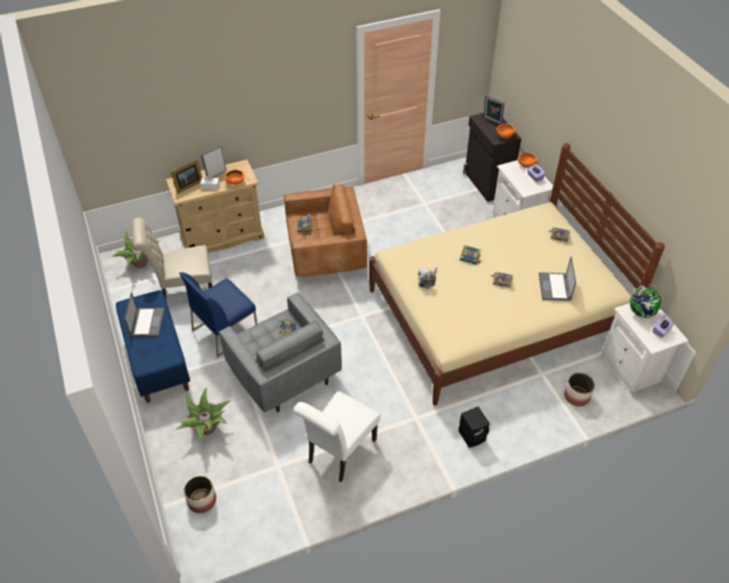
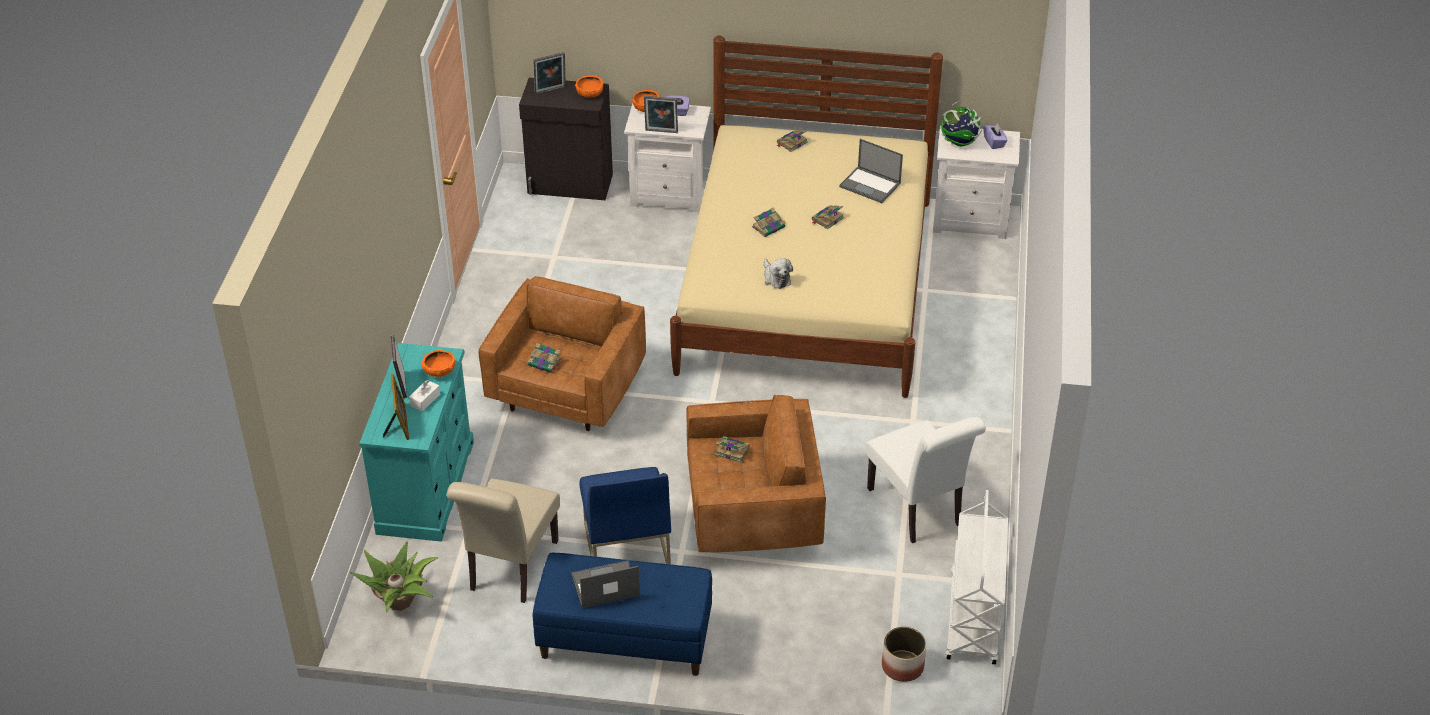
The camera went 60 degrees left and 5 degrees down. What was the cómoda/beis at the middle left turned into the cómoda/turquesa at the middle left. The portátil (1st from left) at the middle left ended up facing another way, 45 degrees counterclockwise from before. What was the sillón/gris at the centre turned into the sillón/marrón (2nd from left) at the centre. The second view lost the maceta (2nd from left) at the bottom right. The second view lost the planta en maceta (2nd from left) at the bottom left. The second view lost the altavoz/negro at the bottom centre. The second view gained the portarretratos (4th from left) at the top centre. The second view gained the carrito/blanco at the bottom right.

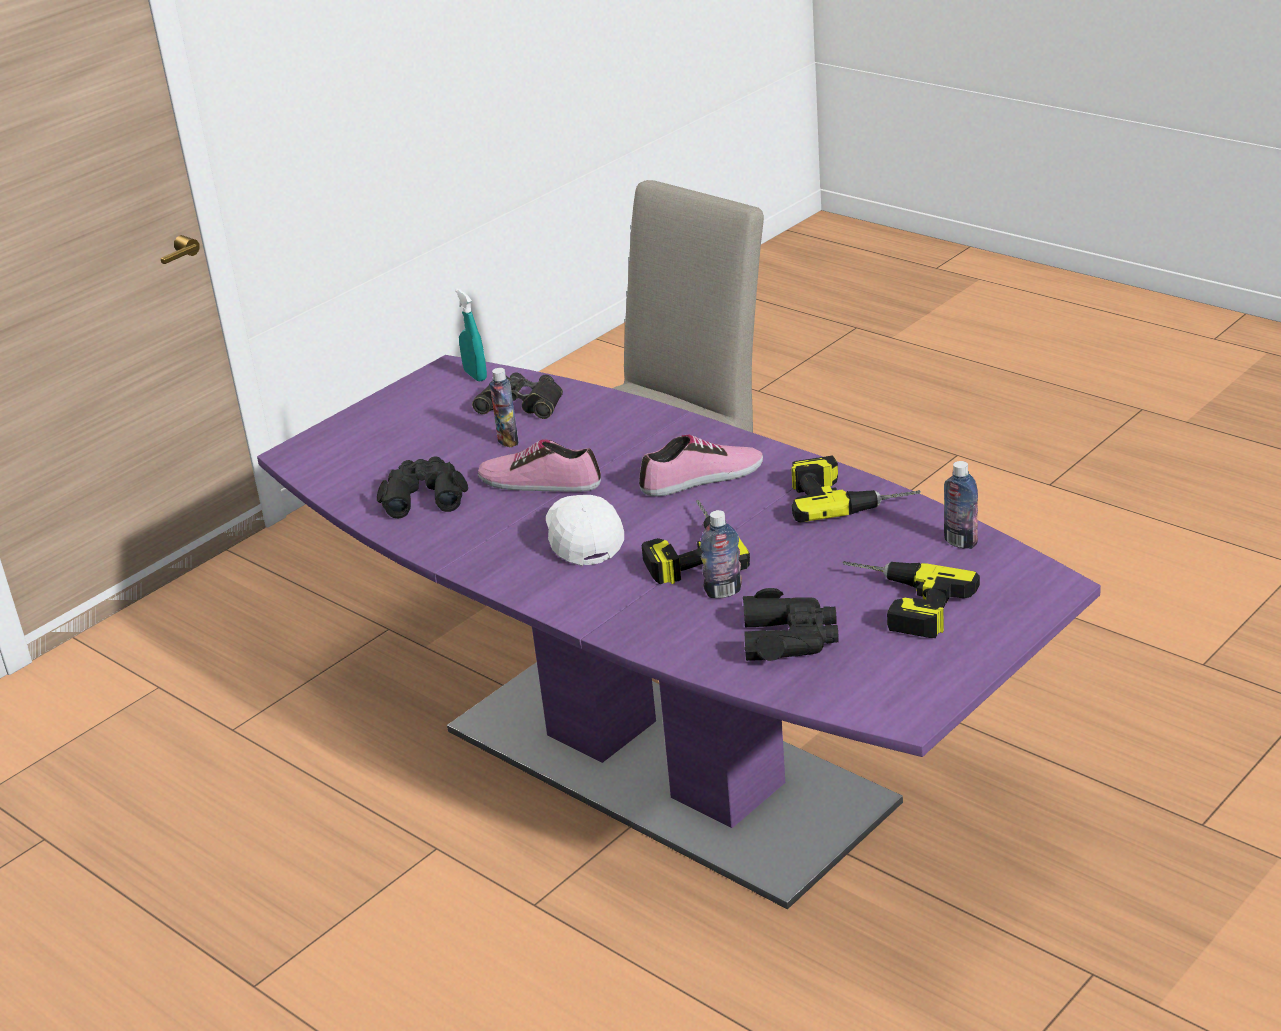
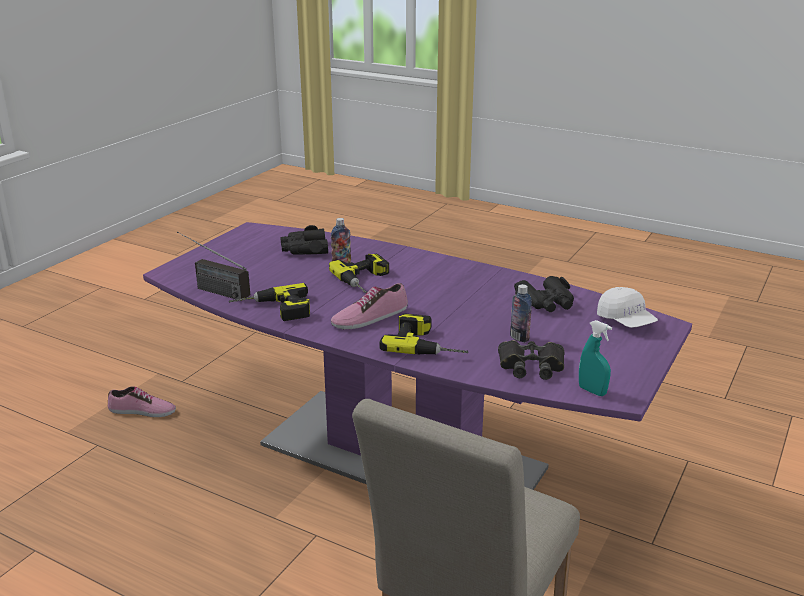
The camera went 165 degrees right and 5 degrees down. The zapato (1st from left) ended up elsewhere, having gone from the centre to the bottom left. Where the botella (3rd from left) stood at the middle right, the radio came to stand at the middle left. The gorra/blanco ended up elsewhere, having gone from the centre to the middle right. The taladro (3rd from left) ended up elsewhere, having gone from the middle right to the centre.

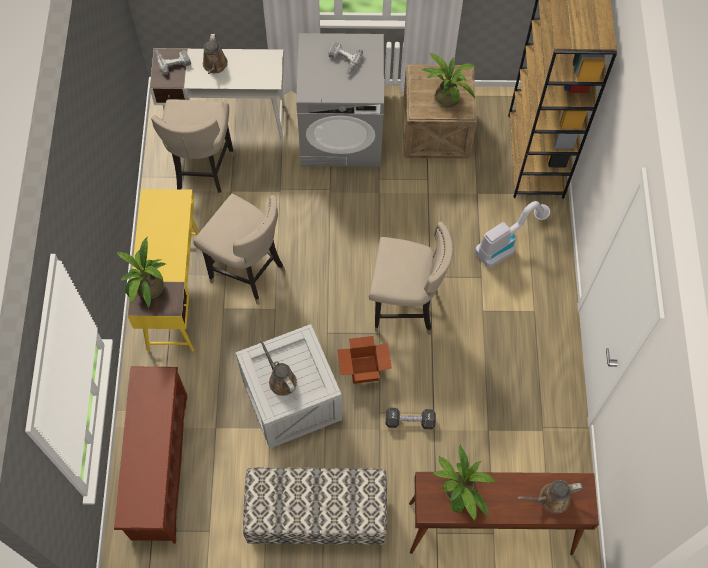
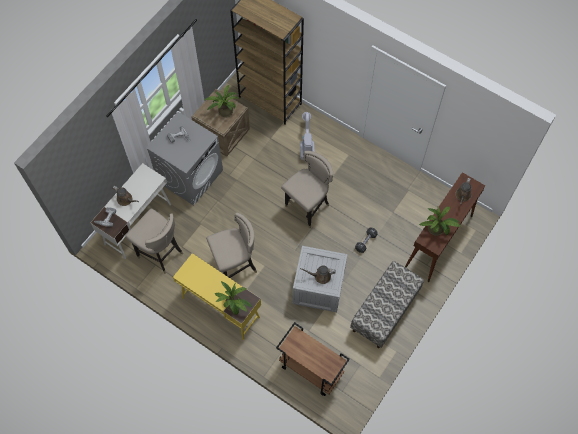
The camera went 55 degrees left and 0 degrees up. The second view lost the caja de cartón at the centre. Where the zapatero/marrón stood at the bottom left, the carrito/marrón came to stand at the bottom centre.

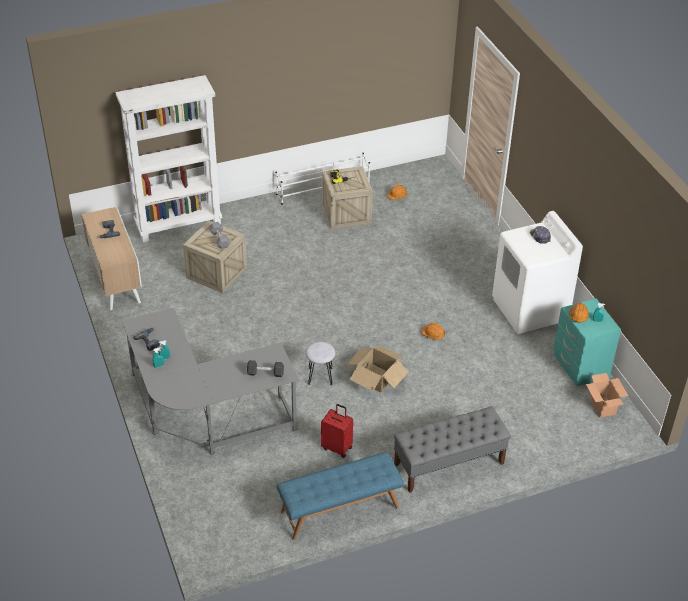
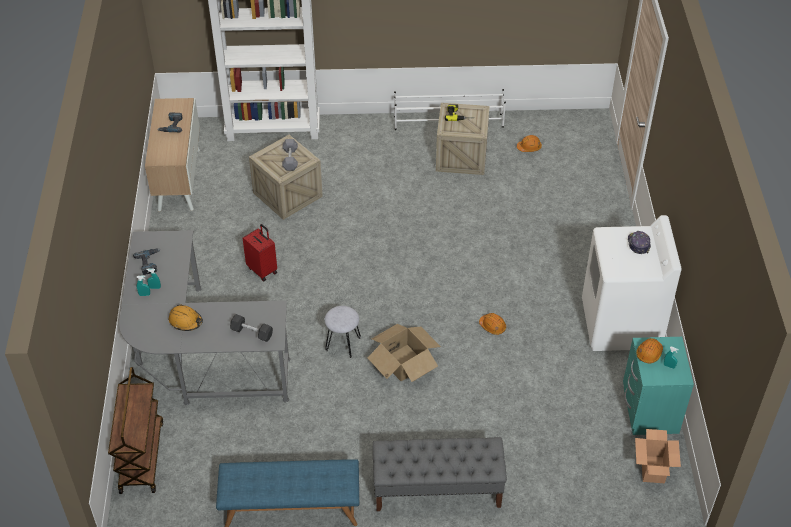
The camera went 20 degrees right and 5 degrees up. The maleta/rojo ended up elsewhere, having gone from the bottom centre to the middle left. The second view gained the casco/naranja (1st from left) at the middle left. The second view gained the carrito/marrón at the bottom left.

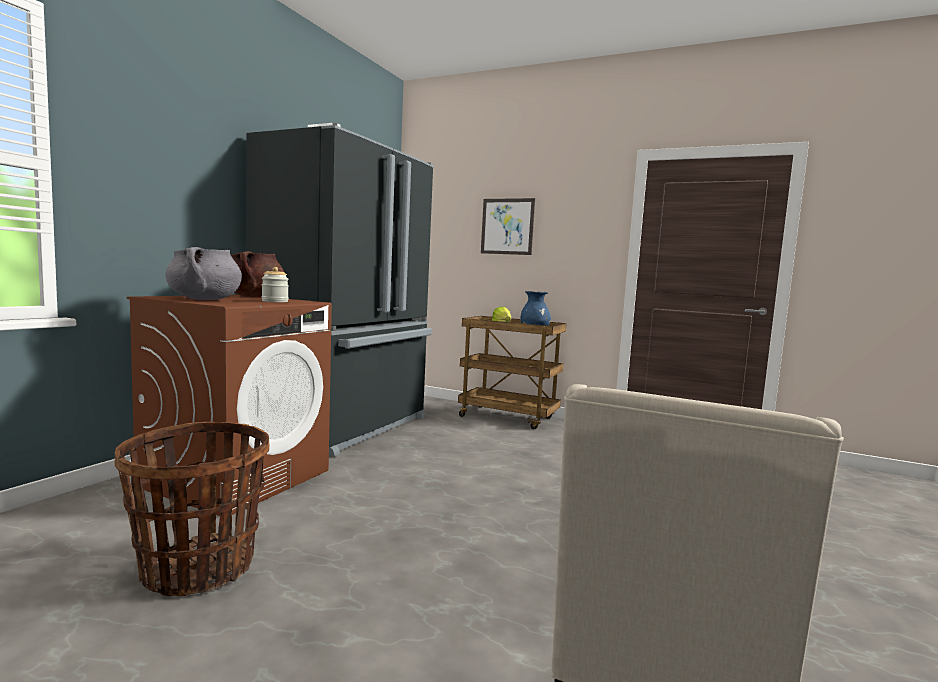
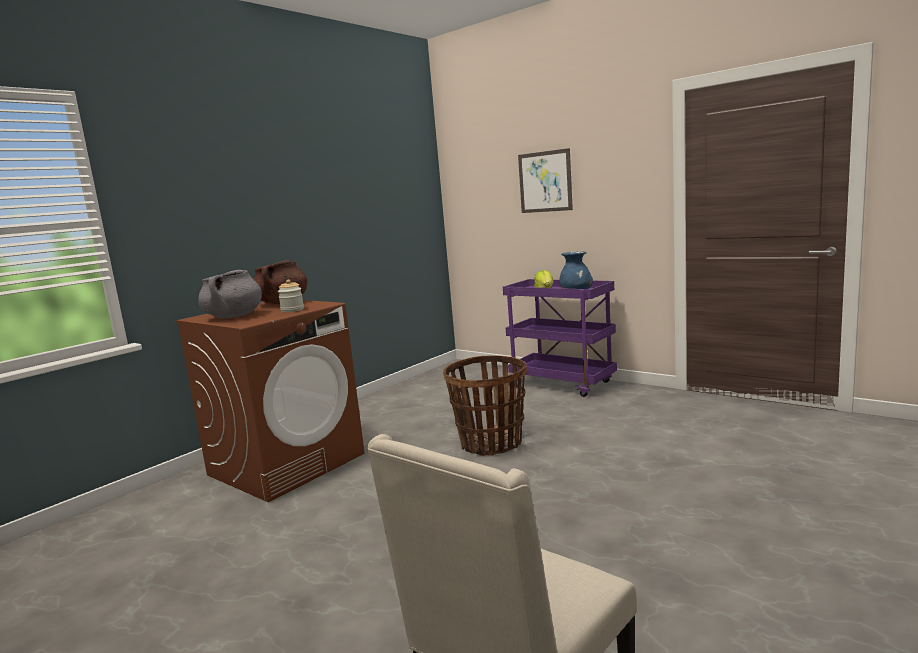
The camera went 15 degrees right and 5 degrees up. The second view lost the nevera/negro at the centre. What was the carrito/marrón at the centre turned into the carrito/morado at the centre. The cesta ended up elsewhere, having gone from the bottom left to the centre.

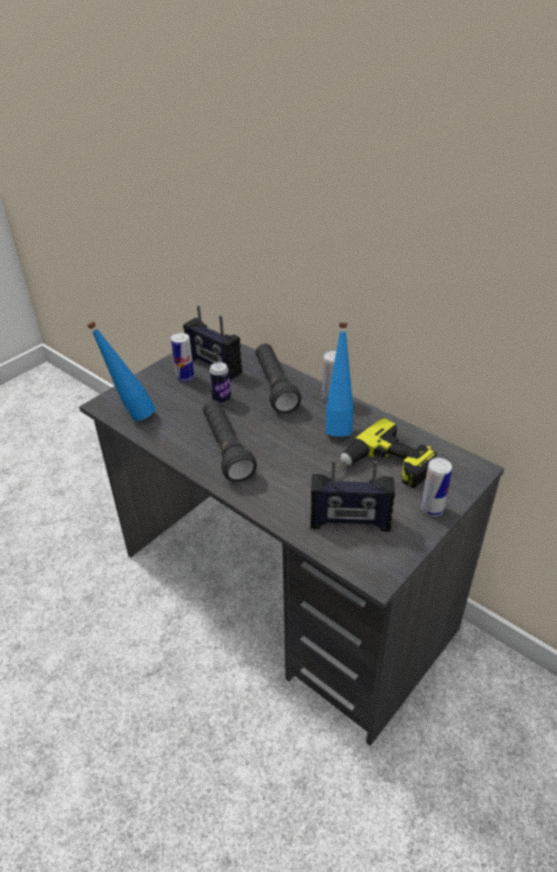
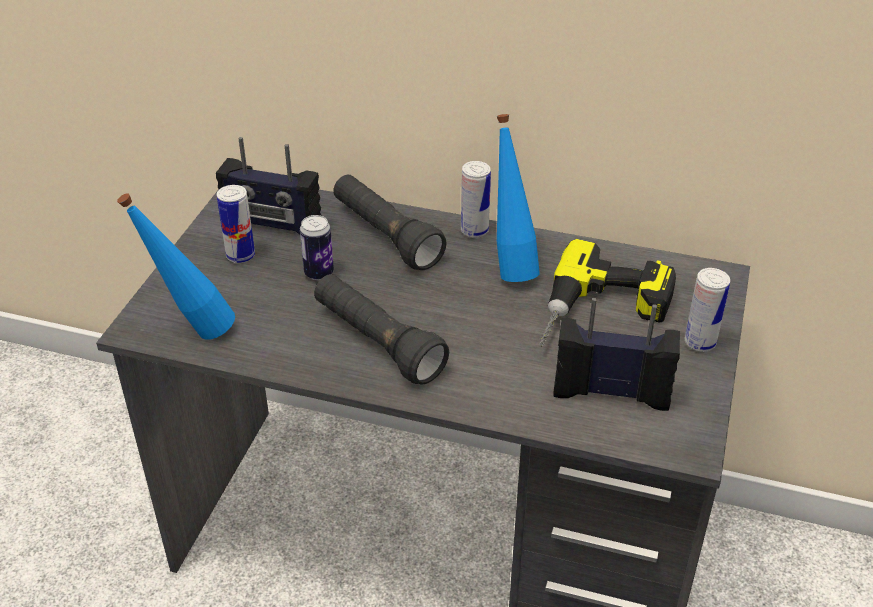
The camera went 25 degrees left and 0 degrees up. The radio (2nd from left) at the centre ended up facing another way, 150 degrees counterclockwise from before.

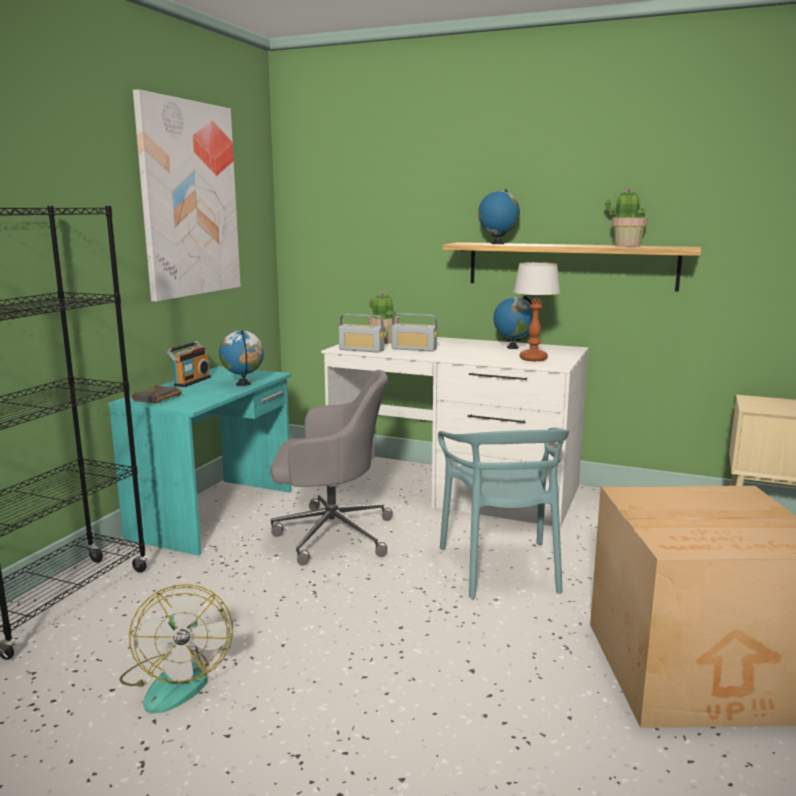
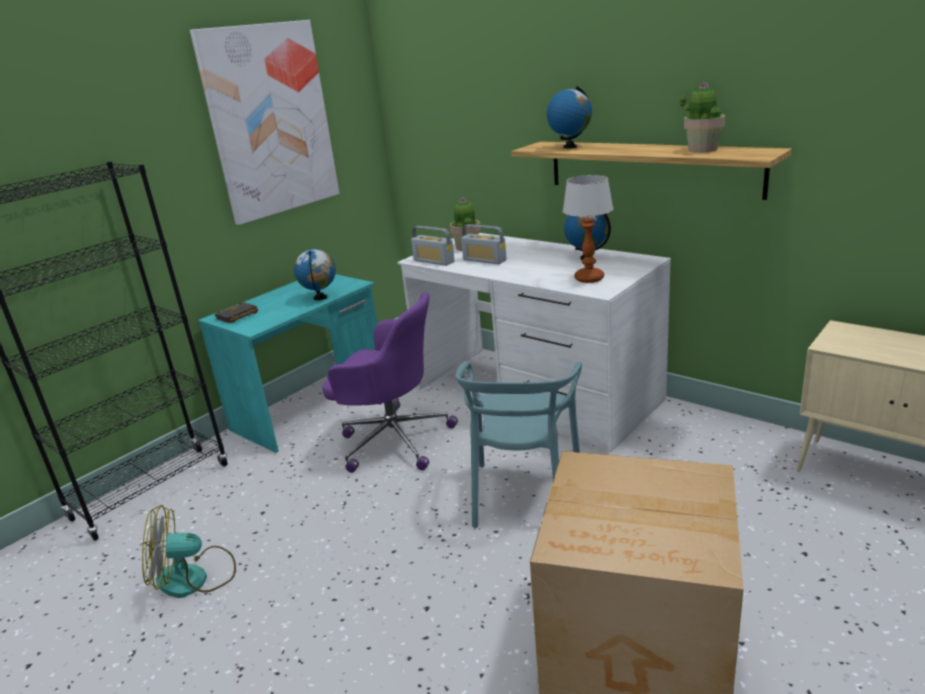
The camera went 20 degrees right and 10 degrees up. The second view lost the radio (1st from left) at the middle left. What was the silla de oficina/gris at the centre turned into the silla de oficina/morado at the centre. The ventilador at the bottom left ended up facing another way, 75 degrees clockwise from before.

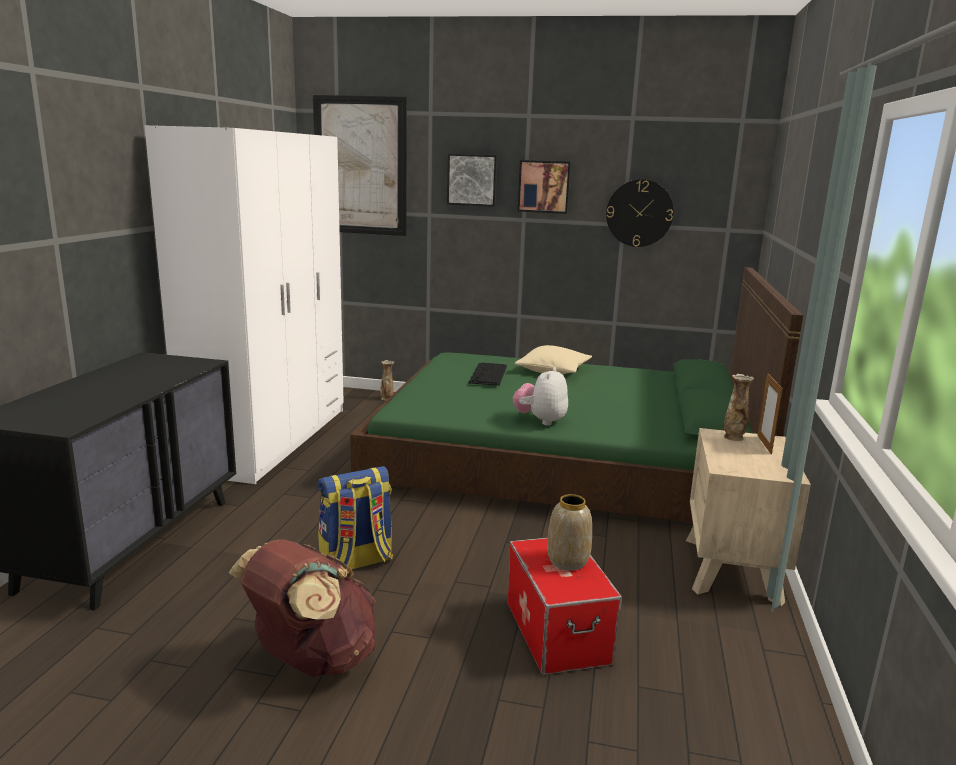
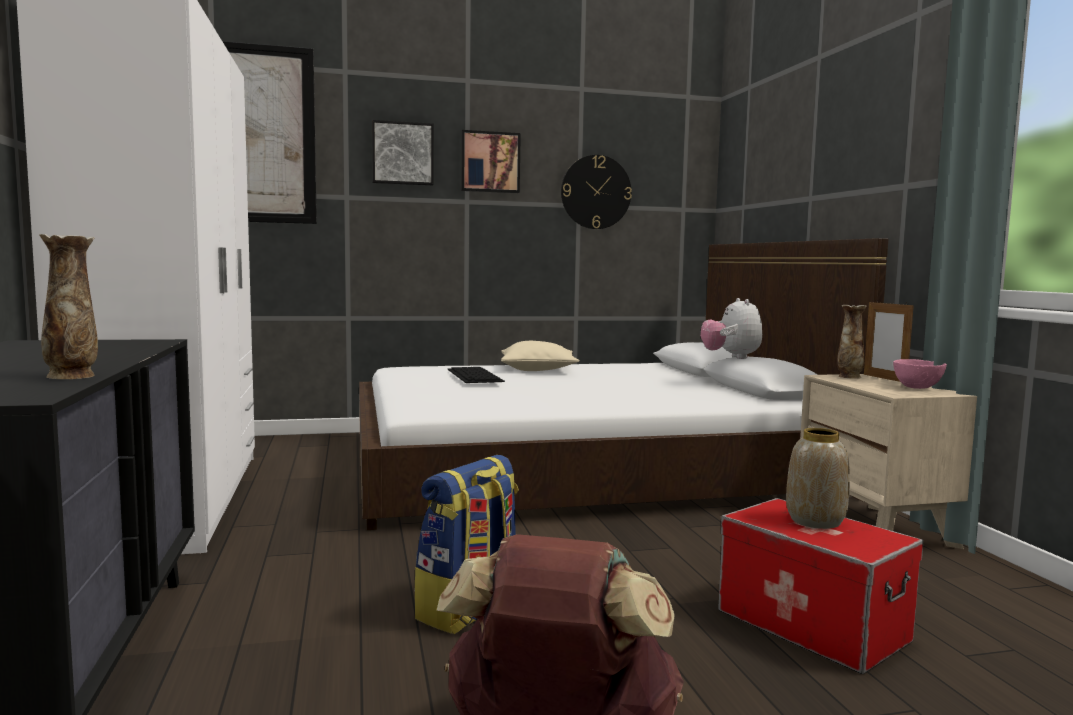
The camera went 25 degrees left and 10 degrees down. What was the cama/verde at the centre turned into the cama/blanco at the centre. The florero (1st from left) ended up elsewhere, having gone from the centre to the middle left. The peluche ended up elsewhere, having gone from the centre to the middle right. The second view gained the cuenco/rosa at the middle right.

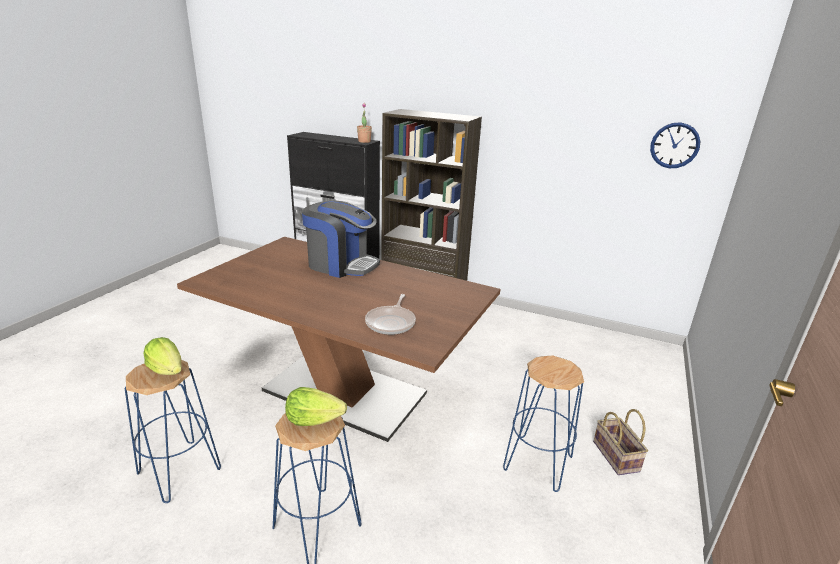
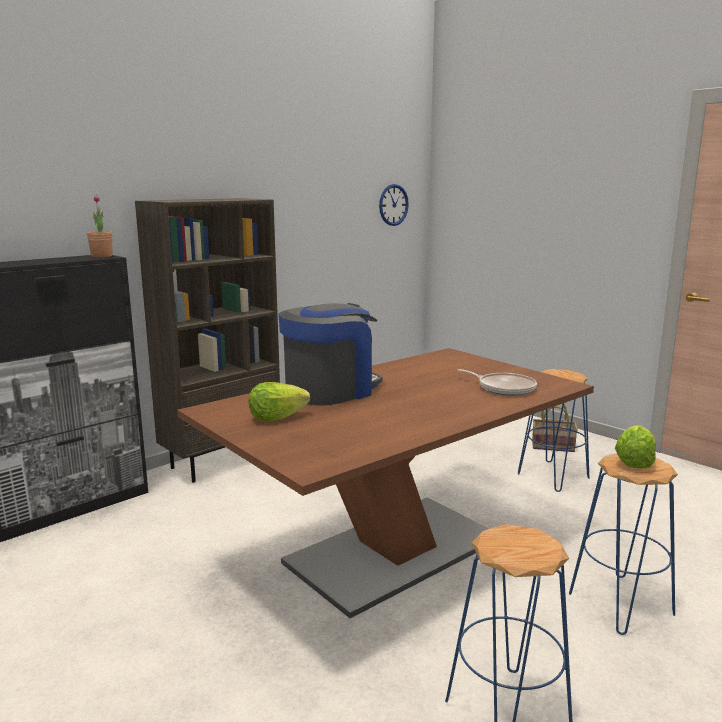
The camera went 65 degrees left and 10 degrees down. The lechuga (1st from left) ended up elsewhere, having gone from the middle left to the centre.

